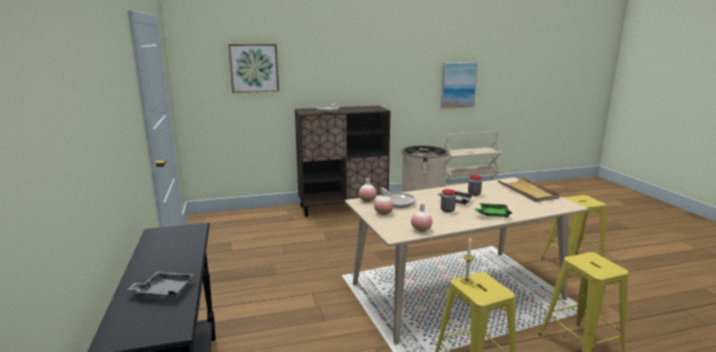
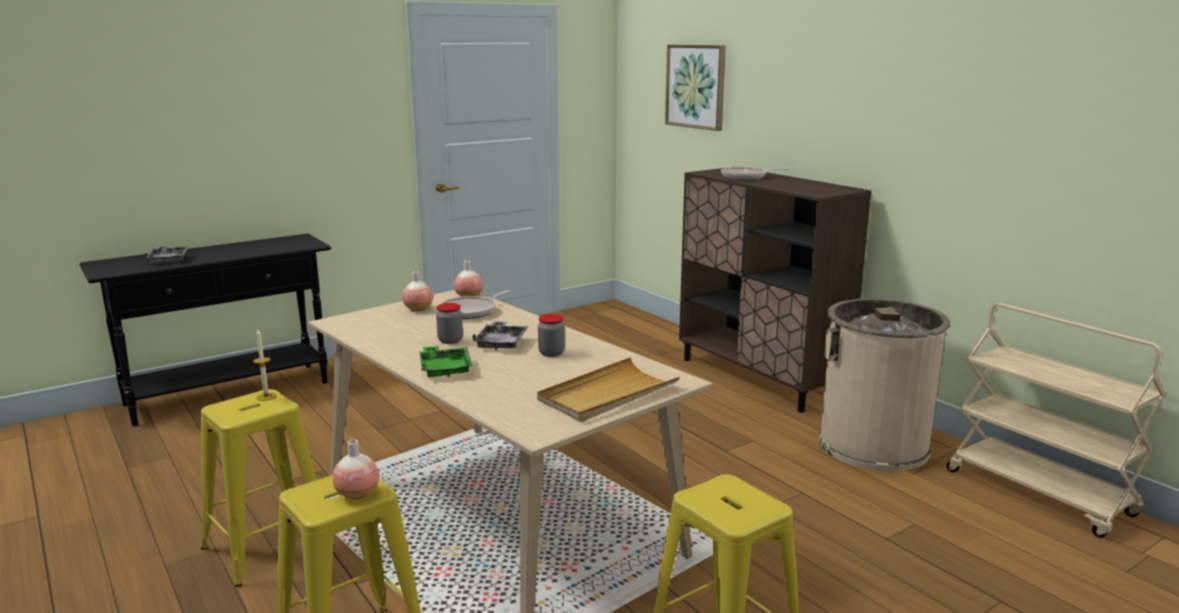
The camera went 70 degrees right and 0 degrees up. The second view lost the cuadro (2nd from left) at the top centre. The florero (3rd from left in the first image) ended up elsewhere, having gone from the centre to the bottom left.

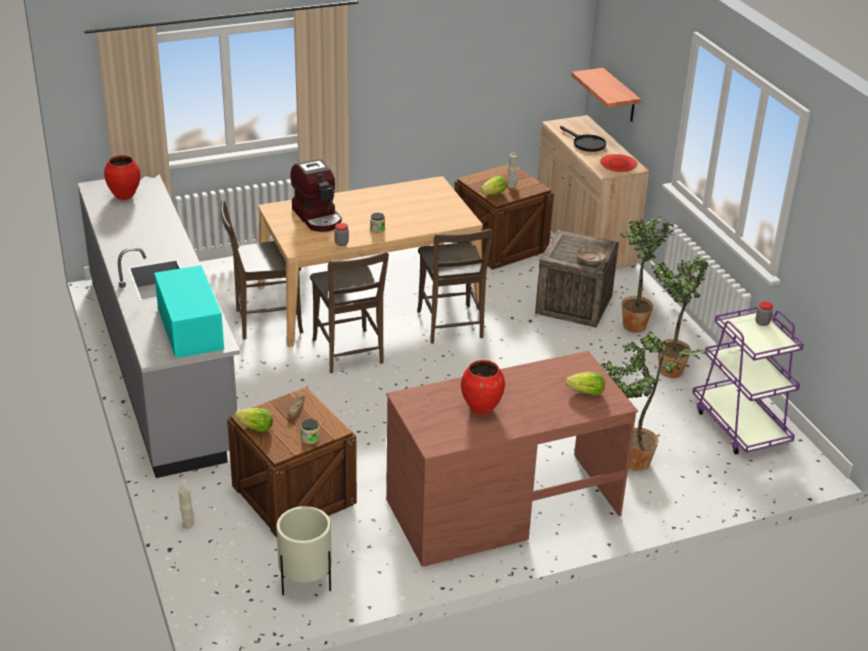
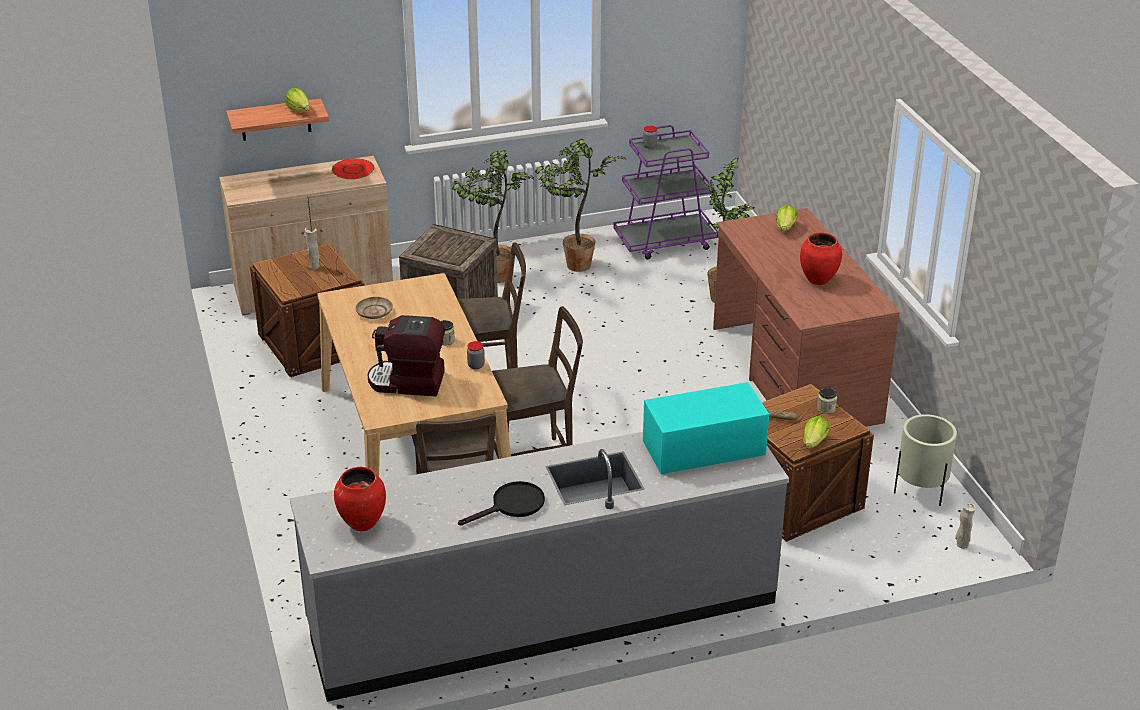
The camera went 85 degrees left and 0 degrees up. The sartén/negro ended up elsewhere, having gone from the top right to the bottom centre. The cafetera at the top centre ended up facing another way, 150 degrees counterclockwise from before. The lechuga (2nd from left in the first image) ended up elsewhere, having gone from the top centre to the top left. The plato/beis ended up elsewhere, having gone from the middle right to the middle left. The florero/beis (1st from left in the first image) ended up elsewhere, having gone from the bottom left to the bottom right.

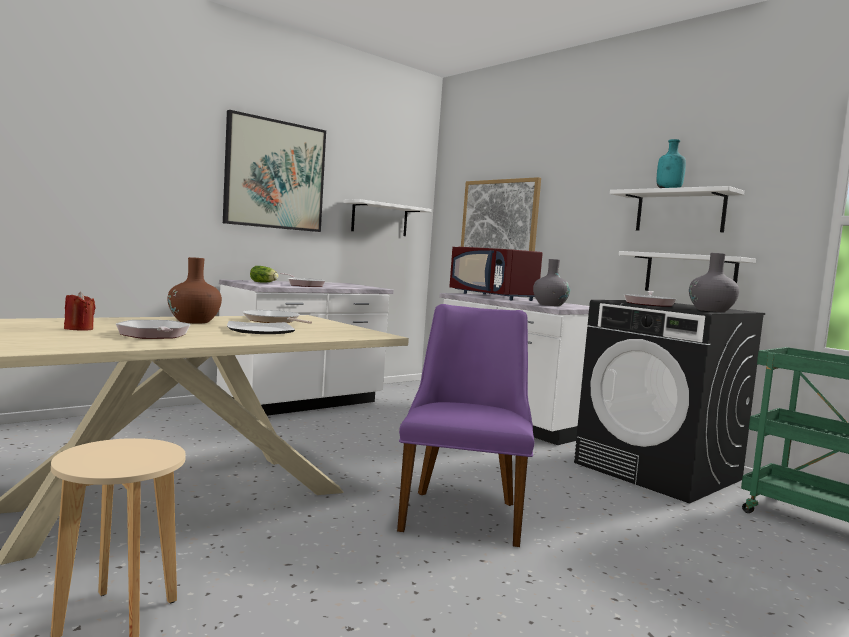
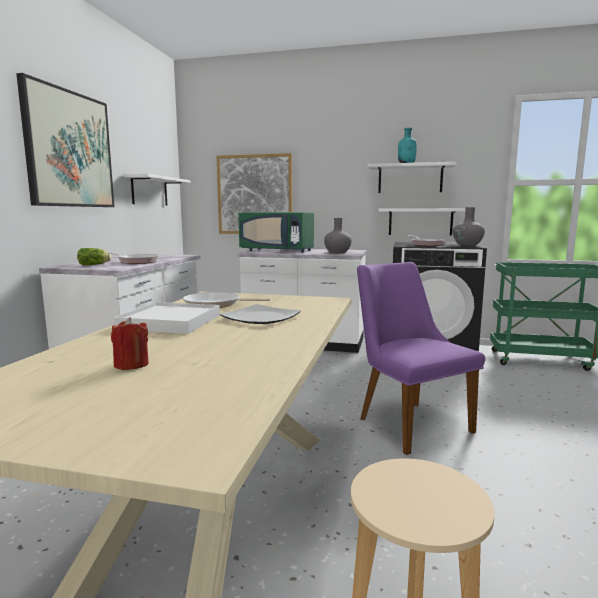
The camera went 35 degrees left and 5 degrees up. What was the microondas/rojo at the centre turned into the microondas/verde at the centre. Where the florero/marrón stood at the middle left, the bandeja/blanco came to stand at the middle left. The second view lost the sartén (1st from left) at the middle left.

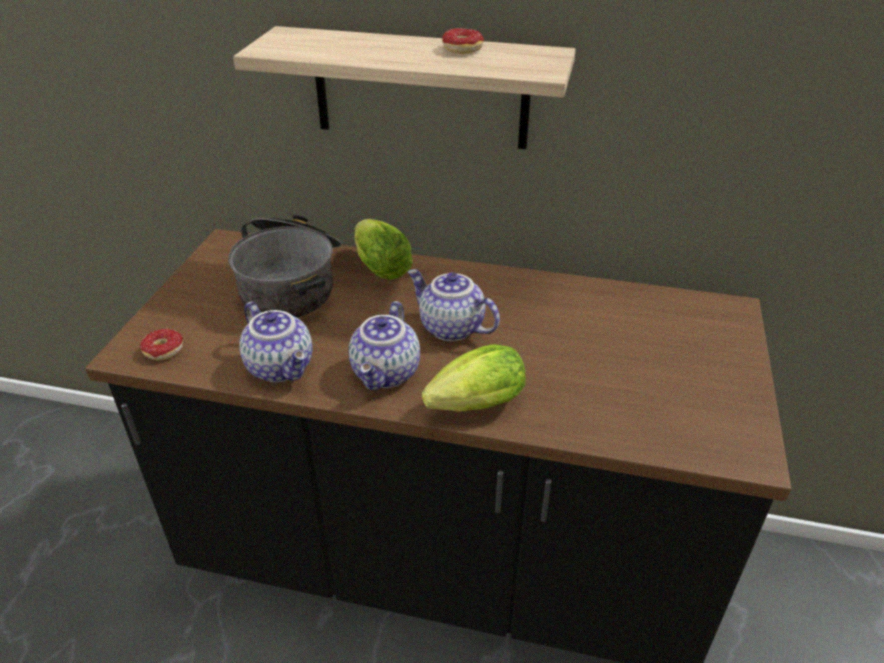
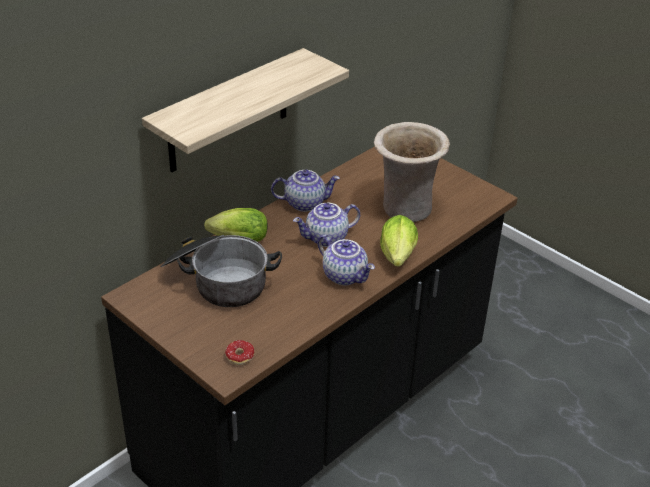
The camera went 60 degrees left and 0 degrees up. The second view lost the rosquilla (2nd from left) at the top centre. The tetera (1st from left) ended up elsewhere, having gone from the middle left to the centre. The second view gained the florero/beis at the centre.

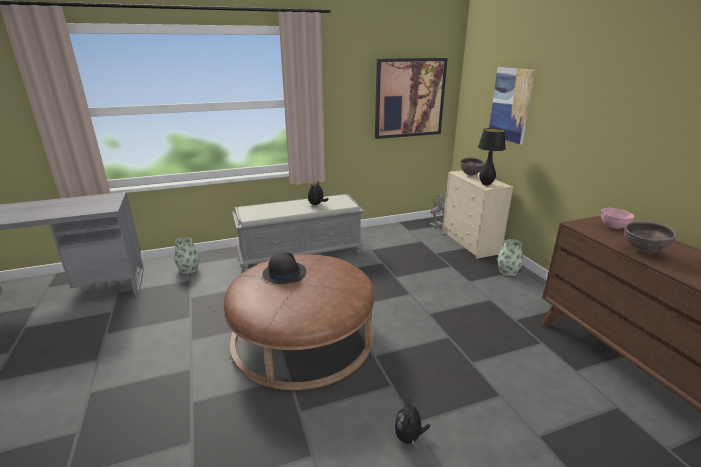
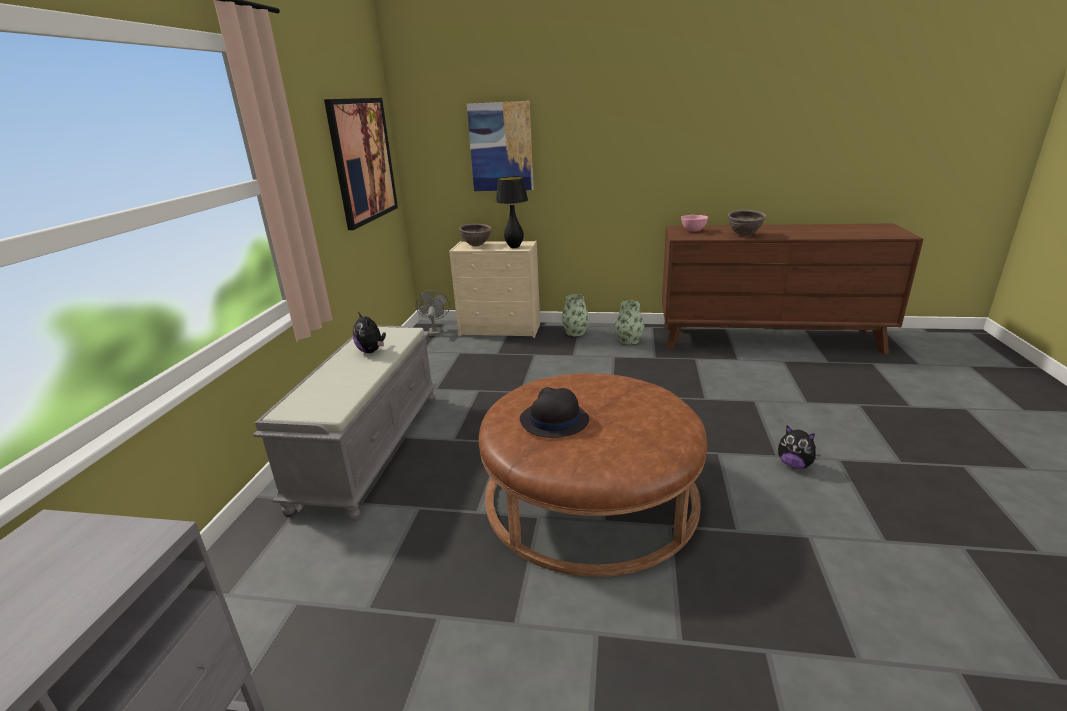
The camera went 60 degrees left and 0 degrees up. The florero (1st from left in the first image) ended up elsewhere, having gone from the middle left to the centre.

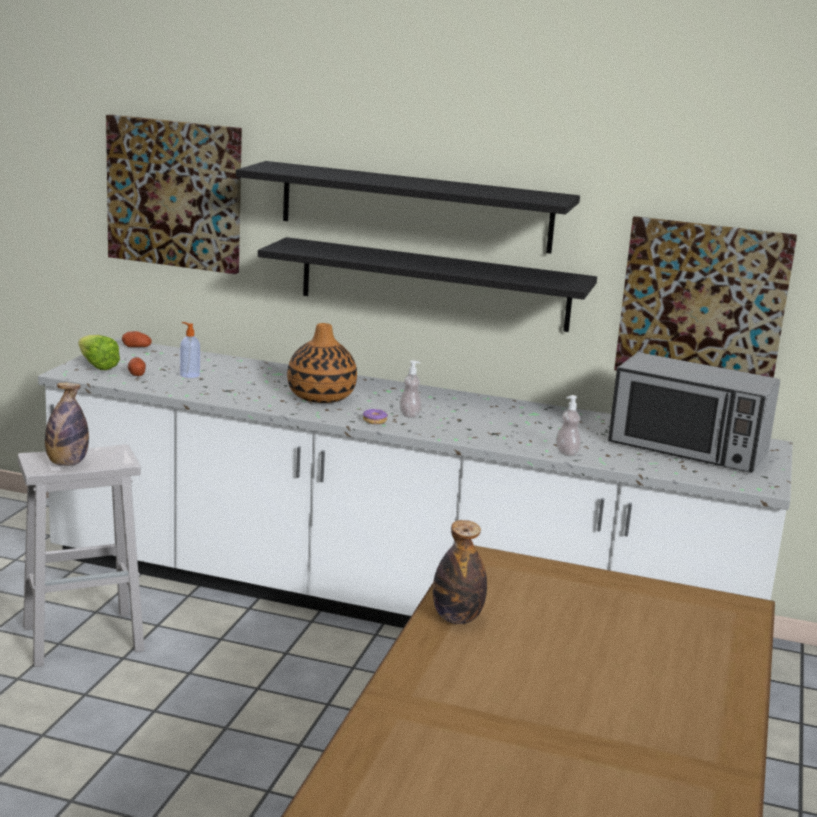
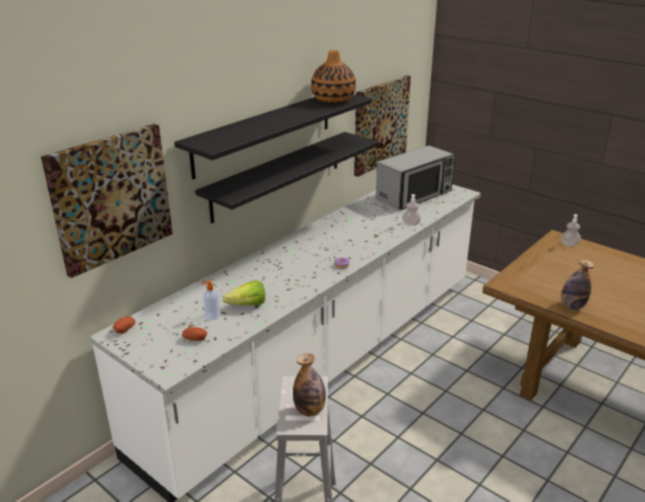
The camera went 65 degrees left and 10 degrees up. The florero ended up elsewhere, having gone from the centre to the top centre. The lechuga ended up elsewhere, having gone from the middle left to the centre. The dispensador de jabón (2nd from left in the first image) ended up elsewhere, having gone from the centre to the middle right.

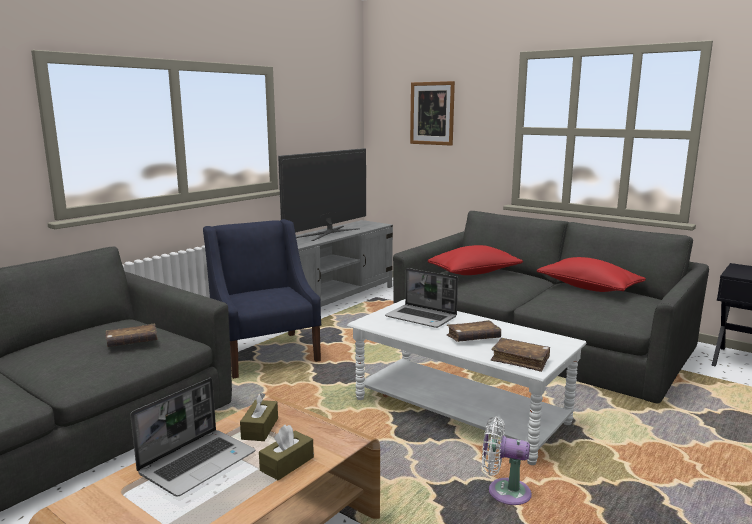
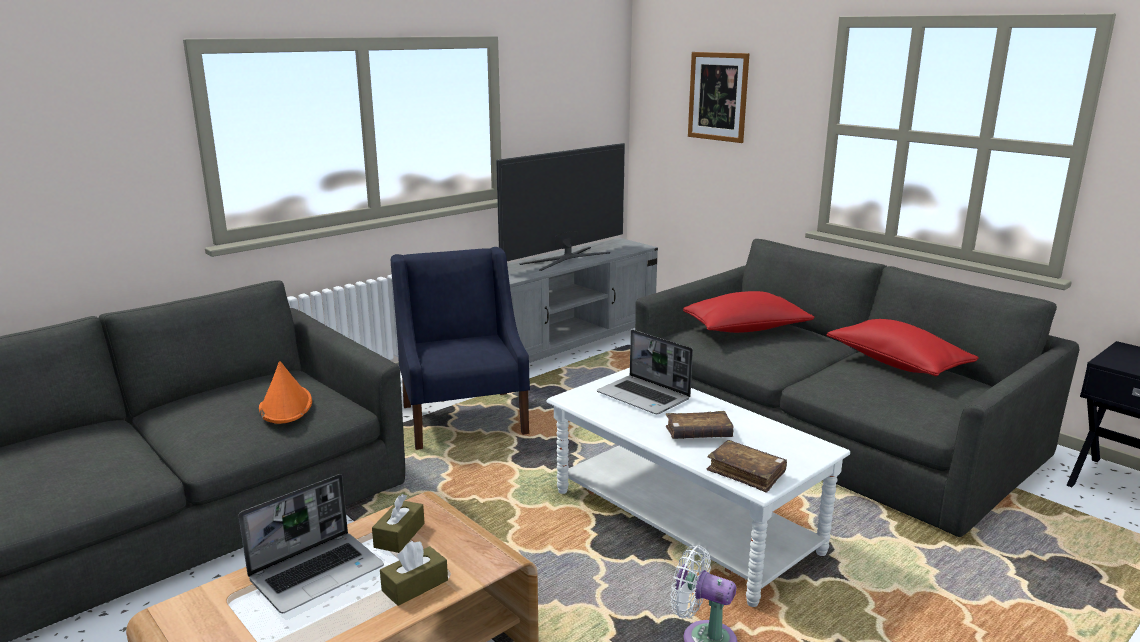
The camera went 10 degrees right and 5 degrees up. Where the libro/marrón (1st from left) stood at the middle left, the sombrero/naranja came to stand at the middle left.

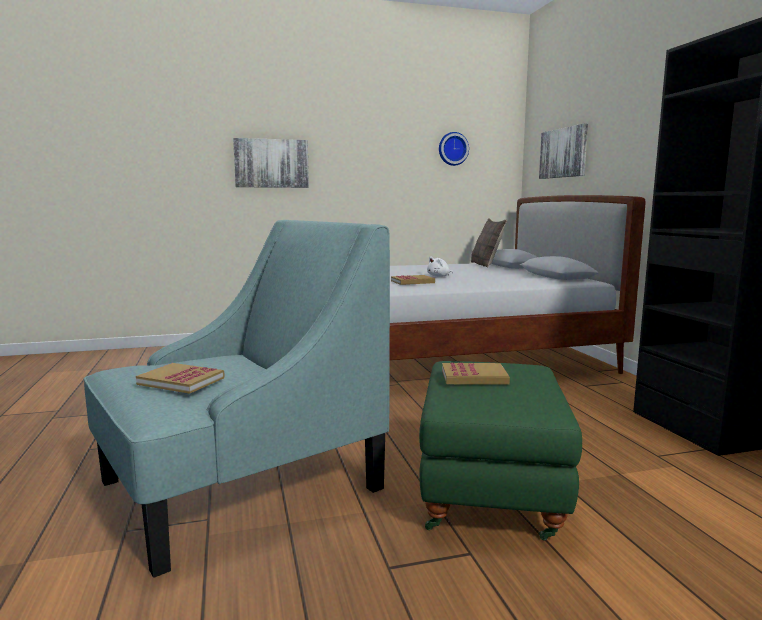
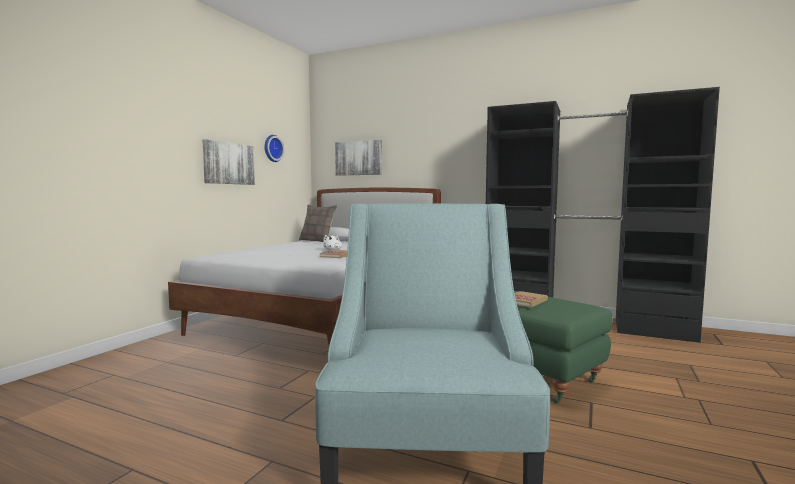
The camera went 50 degrees left and 5 degrees down. The cuadro (1st from left) ended up elsewhere, having gone from the top centre to the middle left. The second view lost the libro (1st from left) at the middle left.

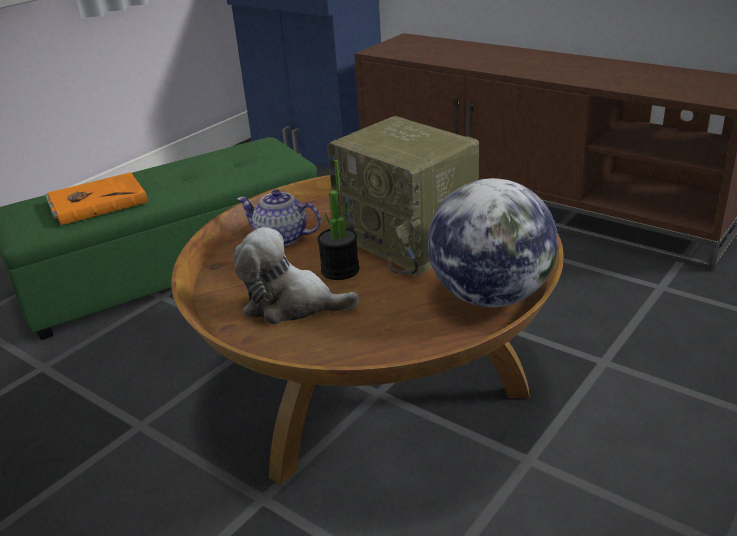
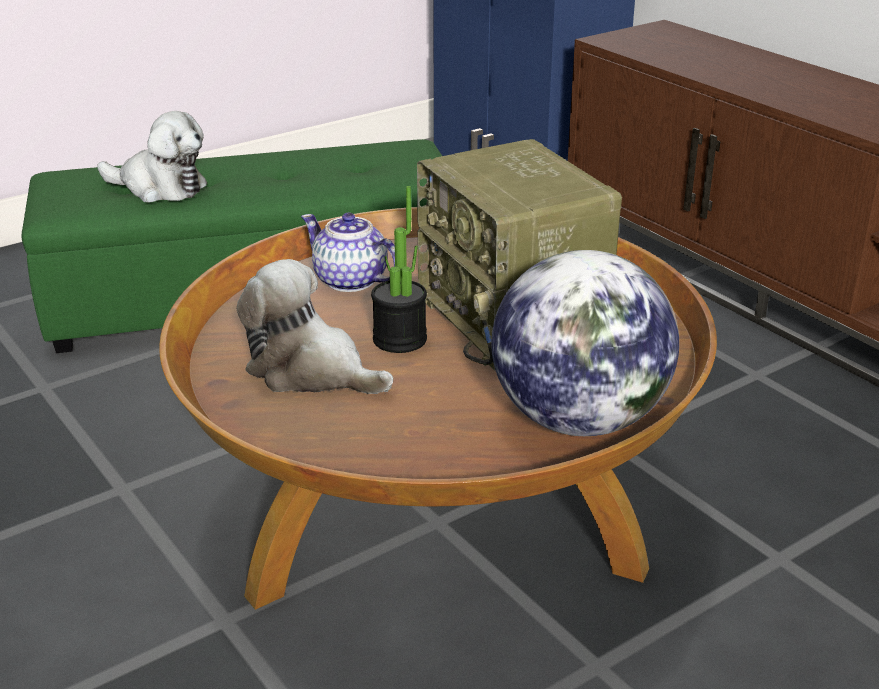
The camera went 15 degrees right and 0 degrees up. Where the libro/naranja stood at the middle left, the peluche (1st from left) came to stand at the top left.

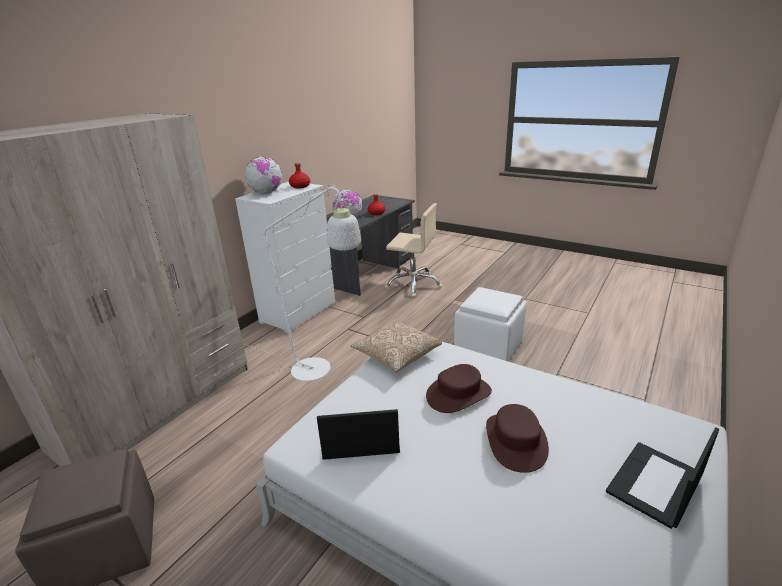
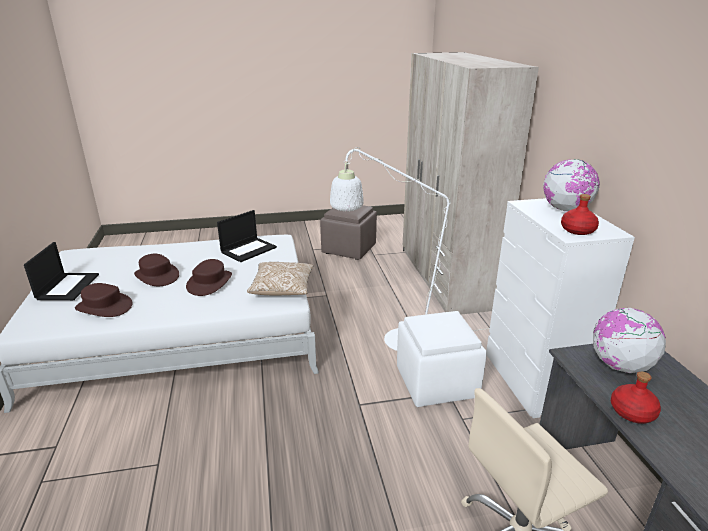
The camera went 135 degrees right and 0 degrees up. The puf/blanco ended up elsewhere, having gone from the centre to the bottom centre. The second view gained the sombrero/marrón (1st from left) at the middle left.

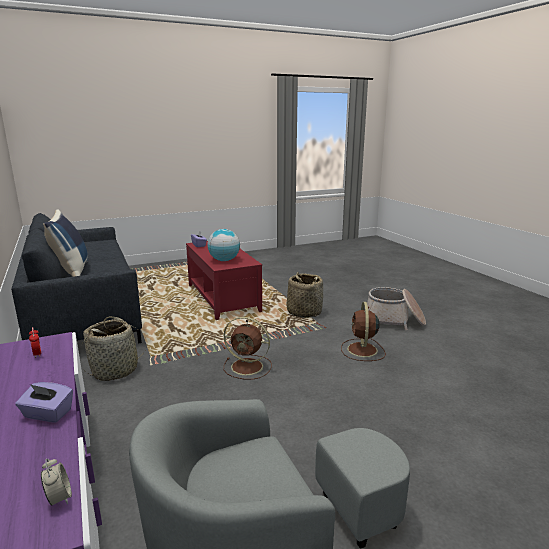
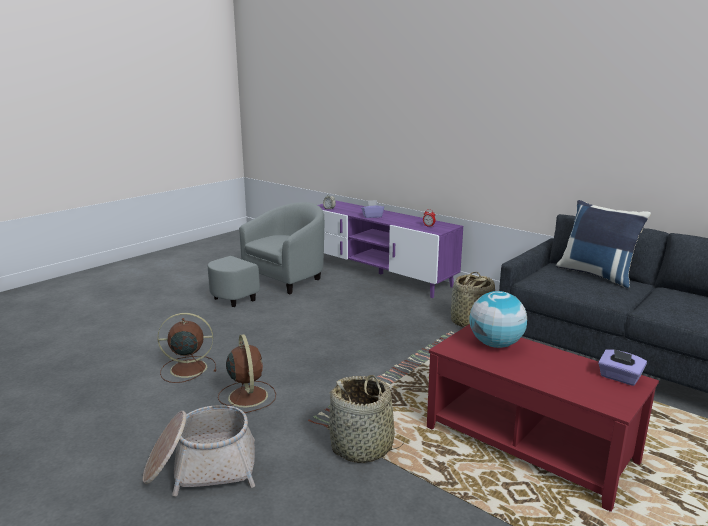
The camera went 155 degrees right and 0 degrees up. The ventilador/marrón (1st from left) ended up elsewhere, having gone from the centre to the middle left.

